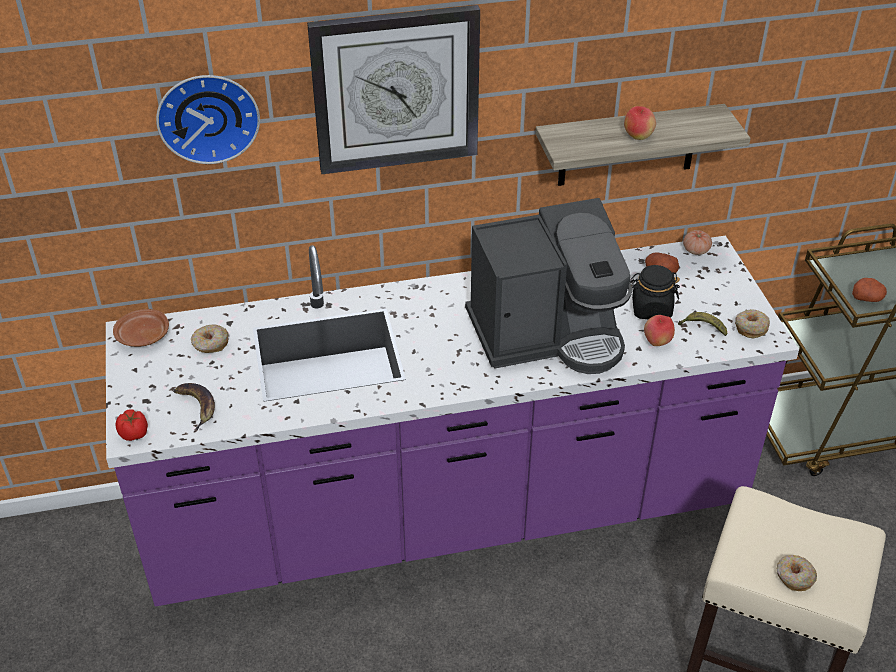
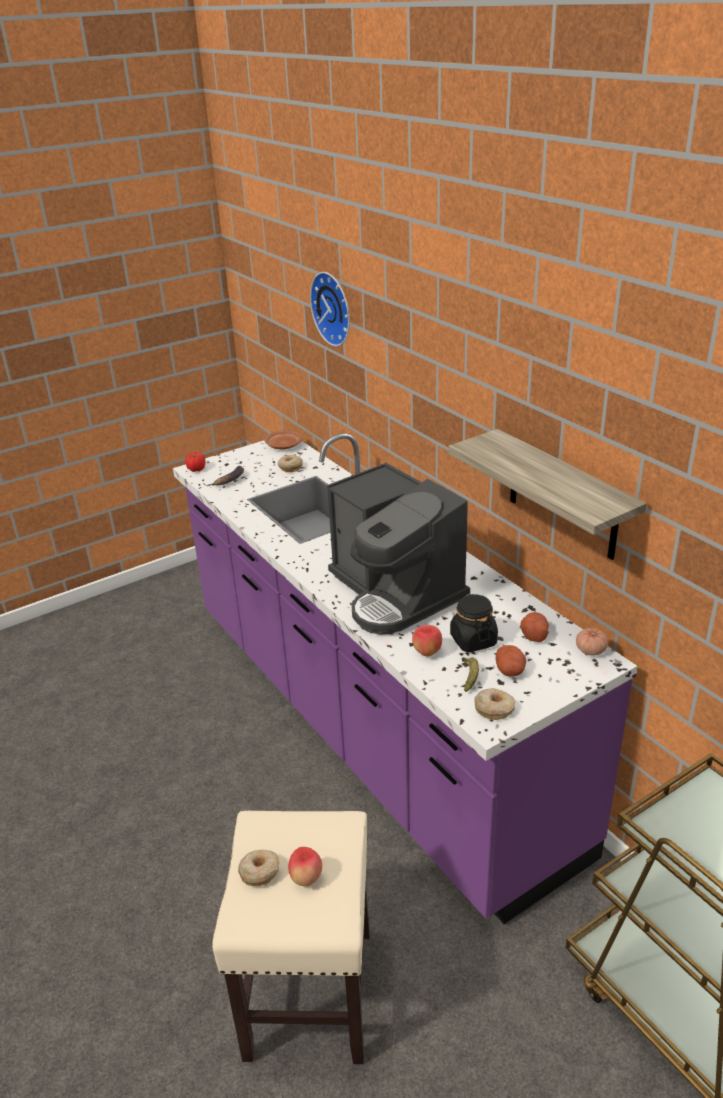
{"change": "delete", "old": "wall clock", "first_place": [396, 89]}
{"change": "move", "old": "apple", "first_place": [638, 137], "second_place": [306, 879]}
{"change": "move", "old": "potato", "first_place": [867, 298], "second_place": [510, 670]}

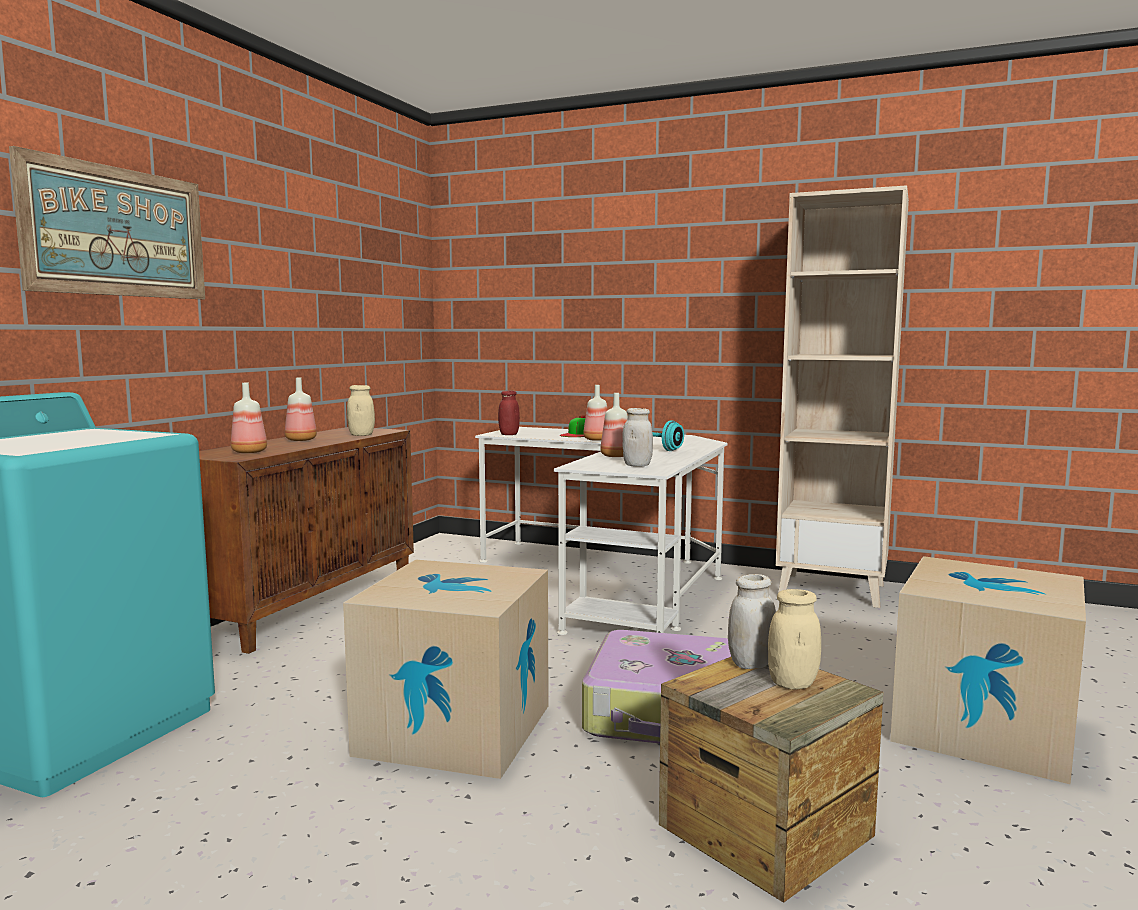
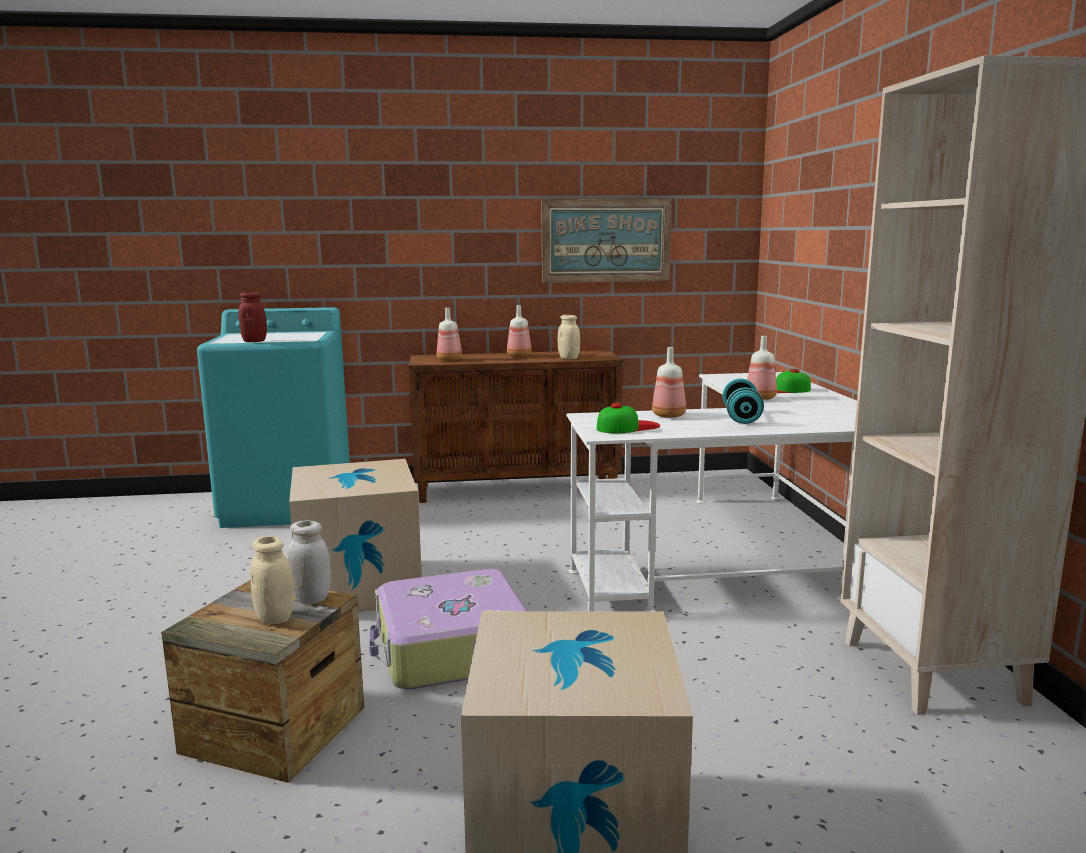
{"change": "move", "old": "picture", "first_place": [117, 232], "second_place": [606, 241]}
{"change": "move", "old": "jar (red)", "first_place": [509, 434], "second_place": [254, 341]}
{"change": "replace", "old": "jar (white)", "new": "cap", "first_place": [637, 465], "second_place": [628, 427]}

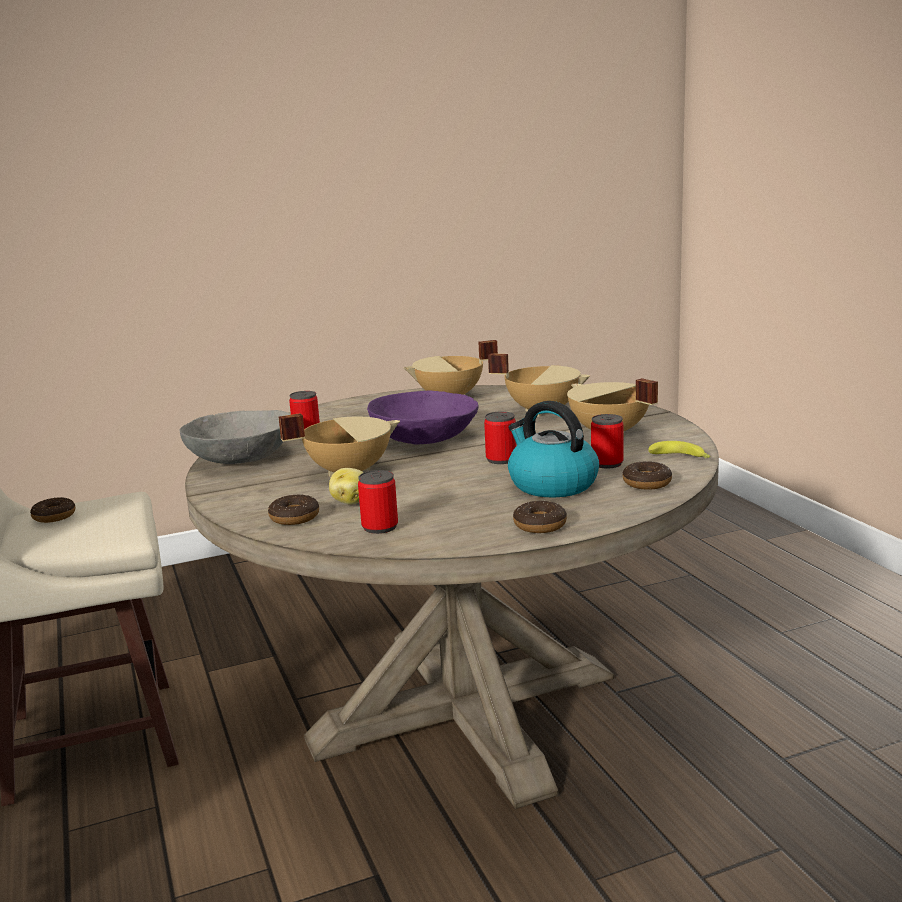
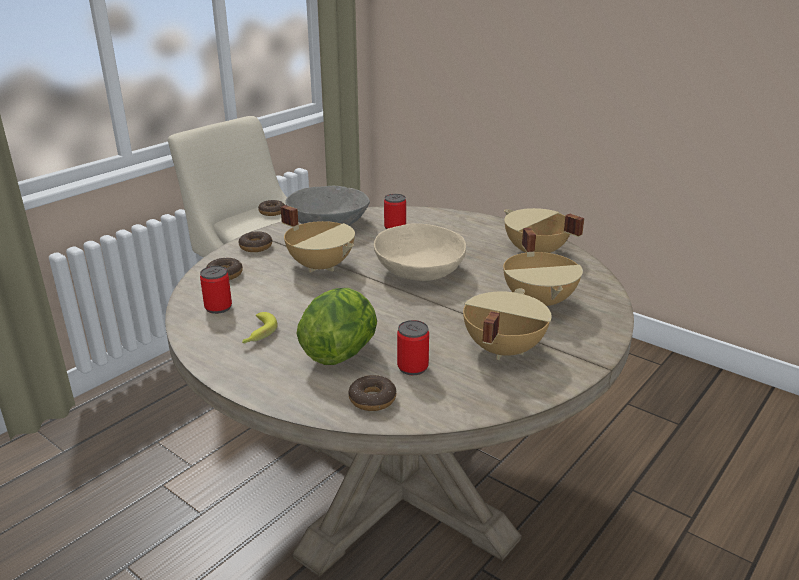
{"change": "delete", "old": "potato", "first_place": [350, 501]}
{"change": "delete", "old": "can", "first_place": [501, 459]}
{"change": "move", "old": "donut", "first_place": [540, 525], "second_place": [256, 247]}
{"change": "move", "old": "banana", "first_place": [681, 458], "second_place": [257, 334]}
{"change": "replace", "old": "kettle", "new": "lettuce", "first_place": [551, 484], "second_place": [341, 352]}
{"change": "recolor", "old": "bowl (purple)", "new": "bowl (beige)", "first_place": [424, 438], "second_place": [419, 271]}

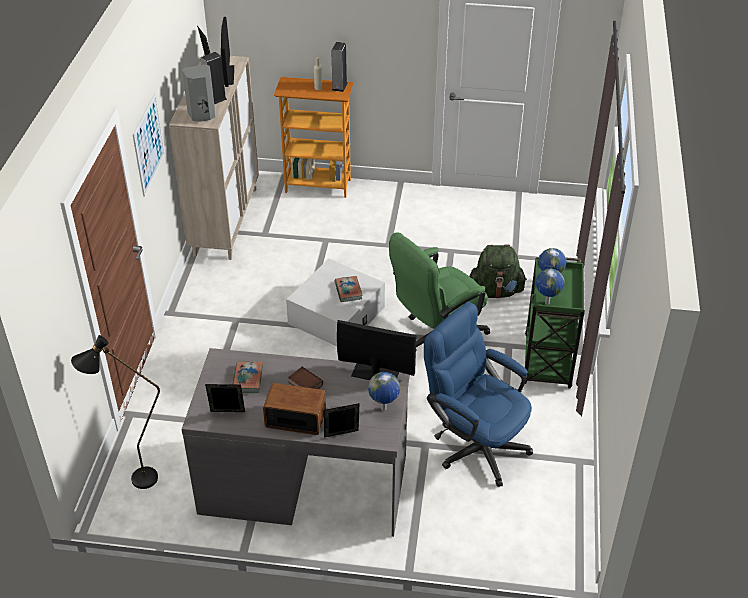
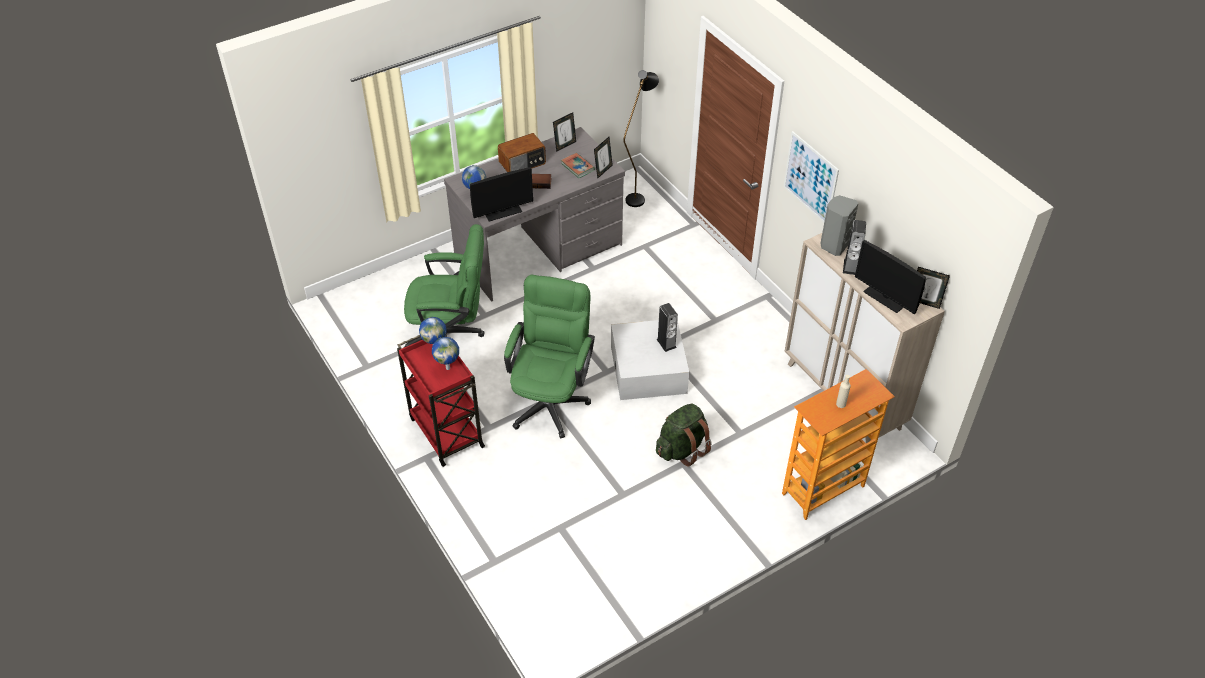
{"change": "delete", "old": "book", "first_place": [348, 291]}
{"change": "move", "old": "picture frame", "first_place": [341, 436], "second_place": [603, 171]}
{"change": "move", "old": "speaker", "first_place": [339, 86], "second_place": [666, 343]}
{"change": "move", "old": "backpack (green)", "first_place": [495, 291], "second_place": [682, 449]}
{"change": "recolor", "old": "office chair (blue)", "new": "office chair (green)", "first_place": [474, 444], "second_place": [451, 335]}
{"change": "recolor", "old": "cart (green)", "new": "cart (red)", "first_place": [547, 362], "second_place": [445, 431]}

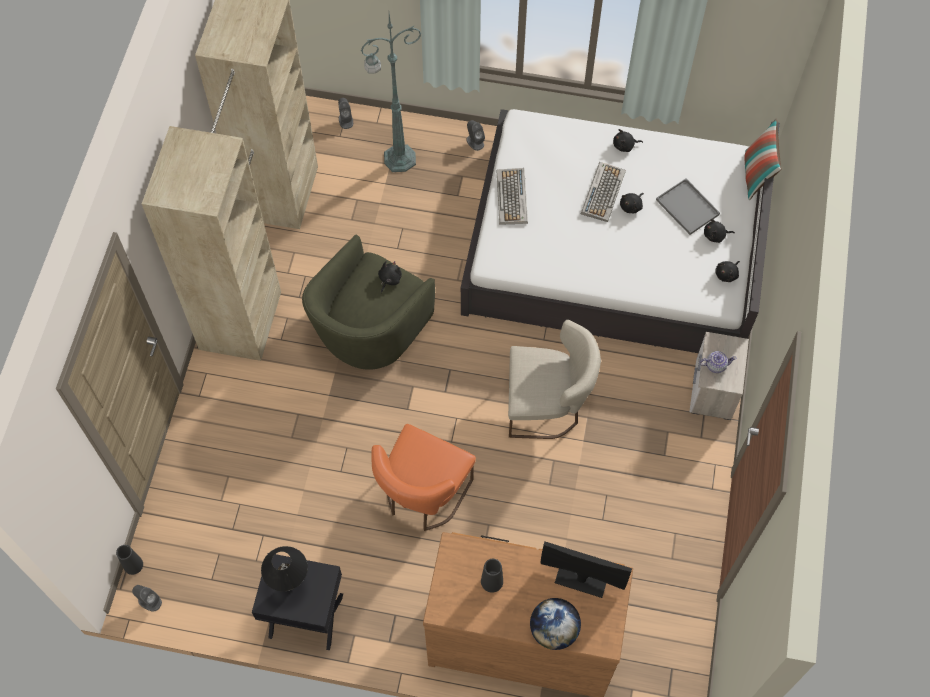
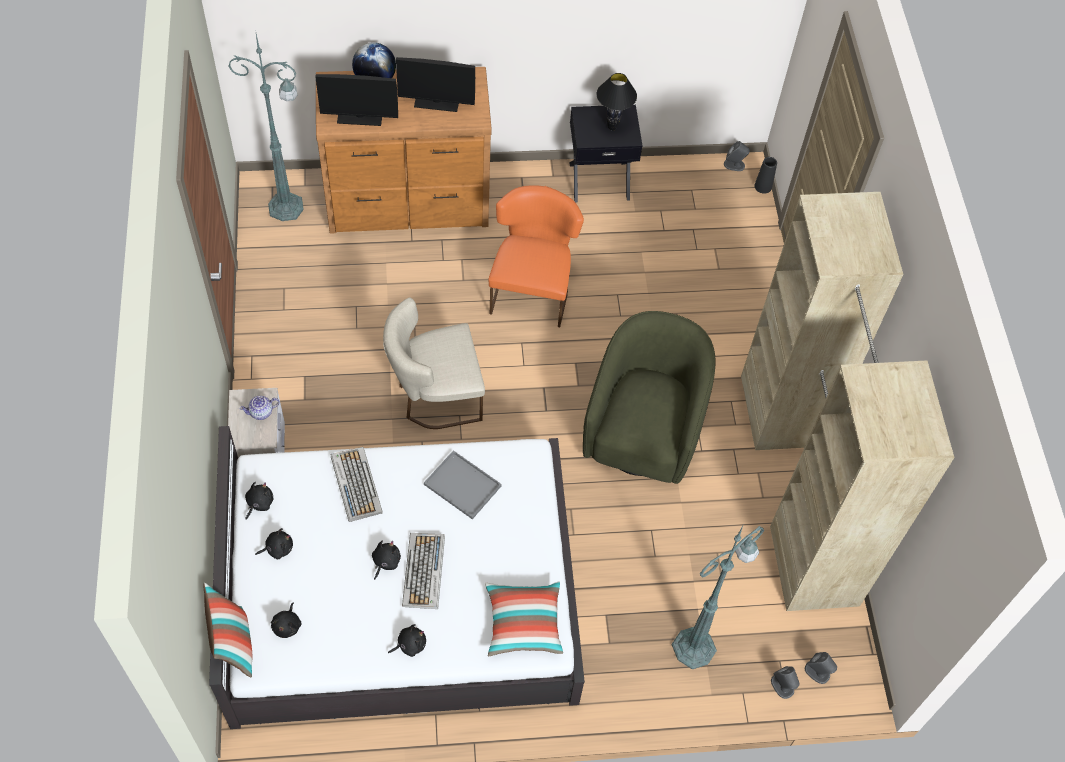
{"change": "insert", "new": "floor lamp (green)", "second_place": [288, 207]}
{"change": "insert", "new": "pillow", "second_place": [523, 623]}
{"change": "move", "old": "plush toy (black)", "first_place": [389, 279], "second_place": [287, 625]}
{"change": "move", "old": "speaker (grey)", "first_place": [475, 142], "second_place": [817, 672]}
{"change": "move", "old": "keyboard", "first_place": [512, 197], "second_place": [355, 484]}
{"change": "move", "old": "tray (grey)", "first_place": [686, 207], "second_place": [464, 485]}
{"change": "replace", "old": "vase (black)", "new": "monitor", "first_place": [492, 581], "second_place": [436, 102]}

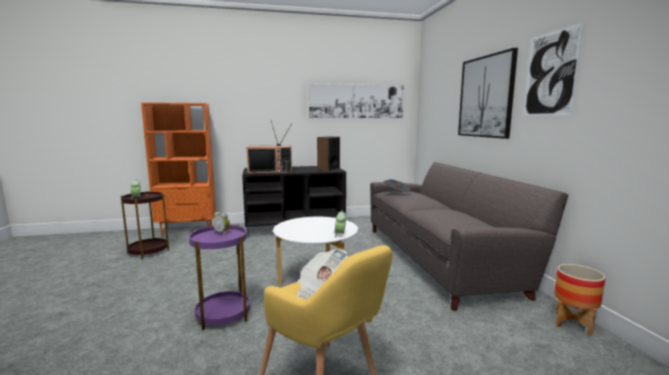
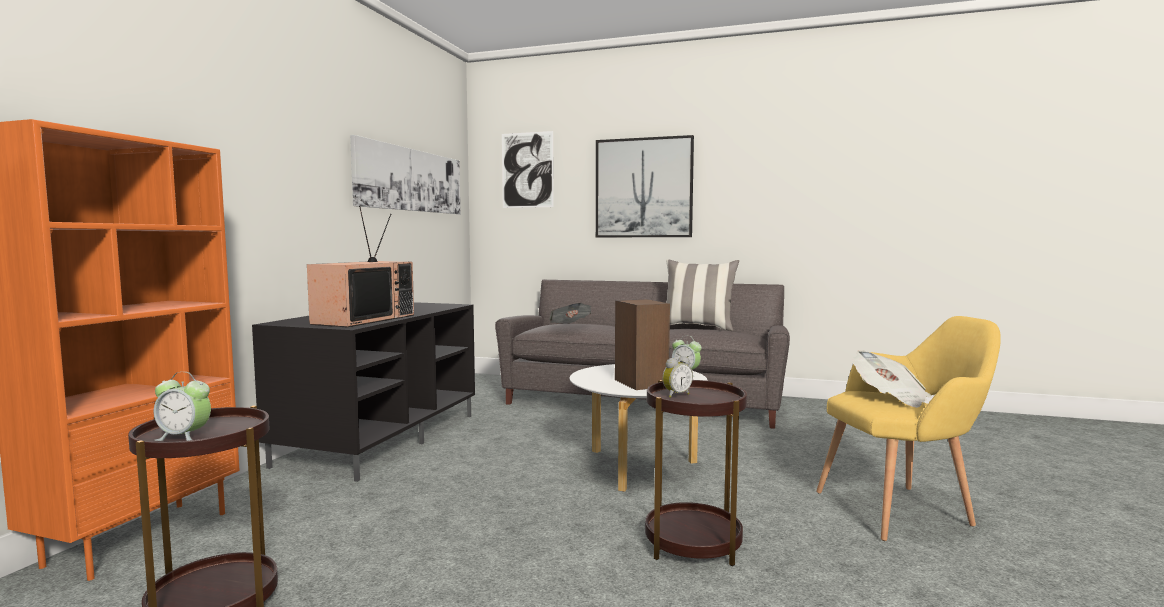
{"change": "delete", "old": "planter", "first_place": [573, 324]}
{"change": "insert", "new": "pillow", "second_place": [698, 327]}
{"change": "move", "old": "speaker", "first_place": [328, 169], "second_place": [640, 383]}
{"change": "move", "old": "picture", "first_place": [550, 74], "second_place": [527, 170]}
{"change": "recolor", "old": "side table (purple)", "new": "side table (brown)", "first_place": [223, 314], "second_place": [692, 543]}

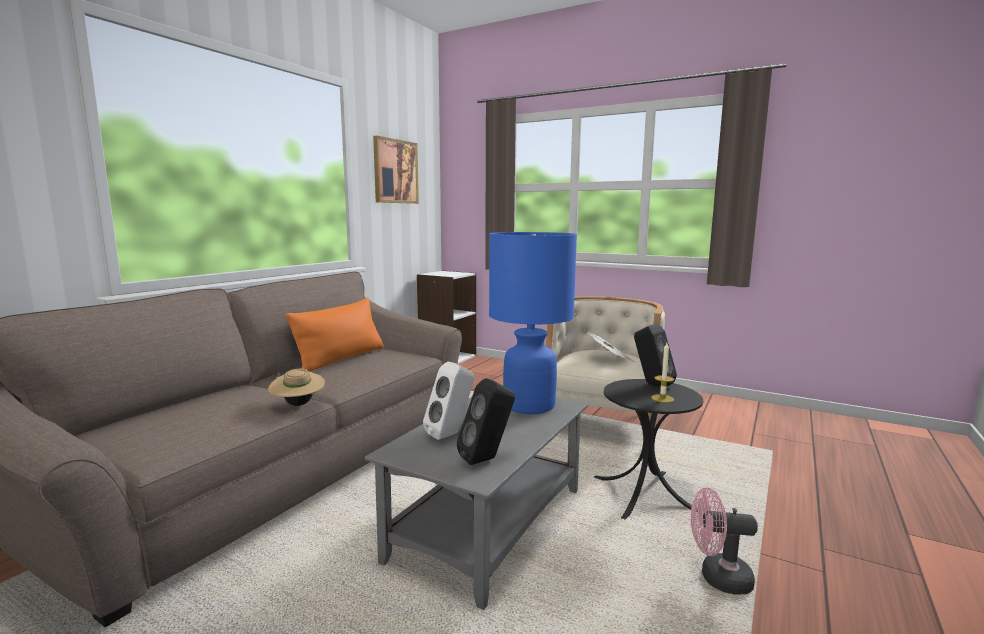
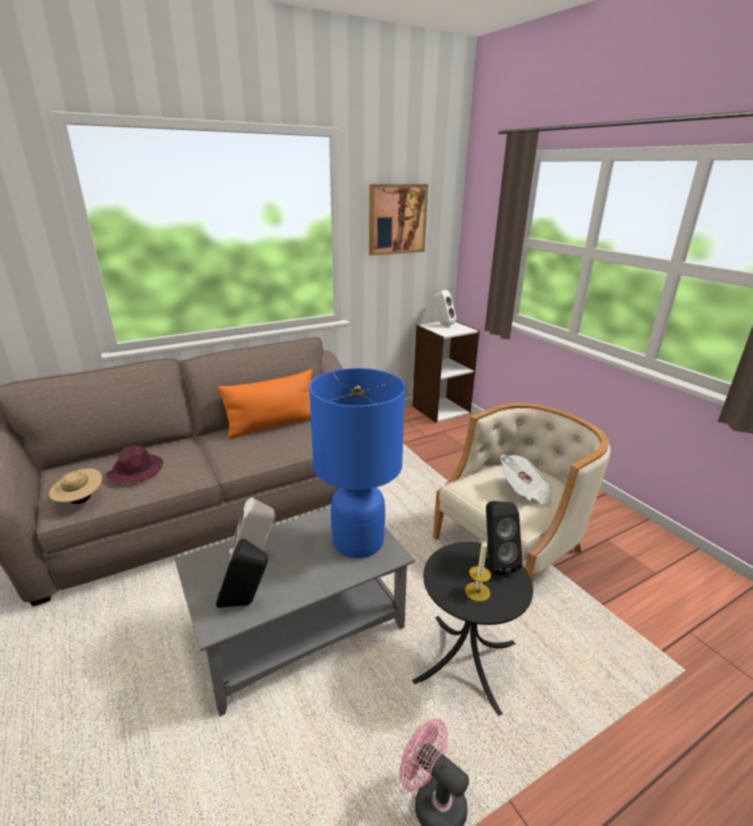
{"change": "insert", "new": "hat (purple)", "second_place": [136, 471]}
{"change": "insert", "new": "speaker (white)", "second_place": [443, 324]}
{"change": "move", "old": "hat (beige)", "first_place": [298, 404], "second_place": [80, 501]}

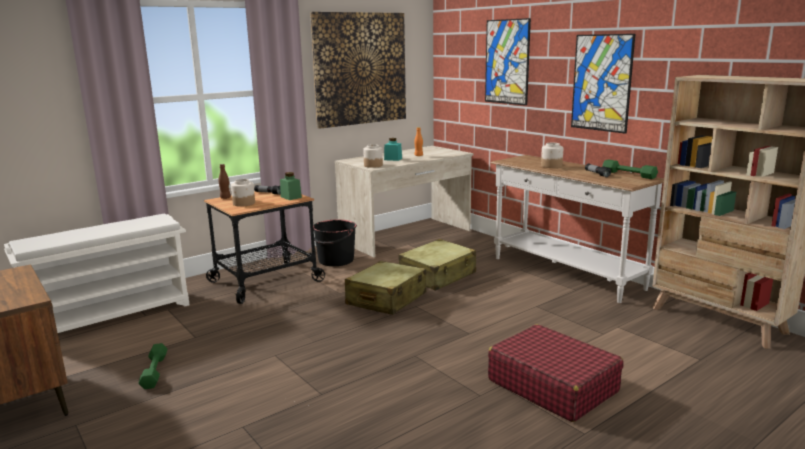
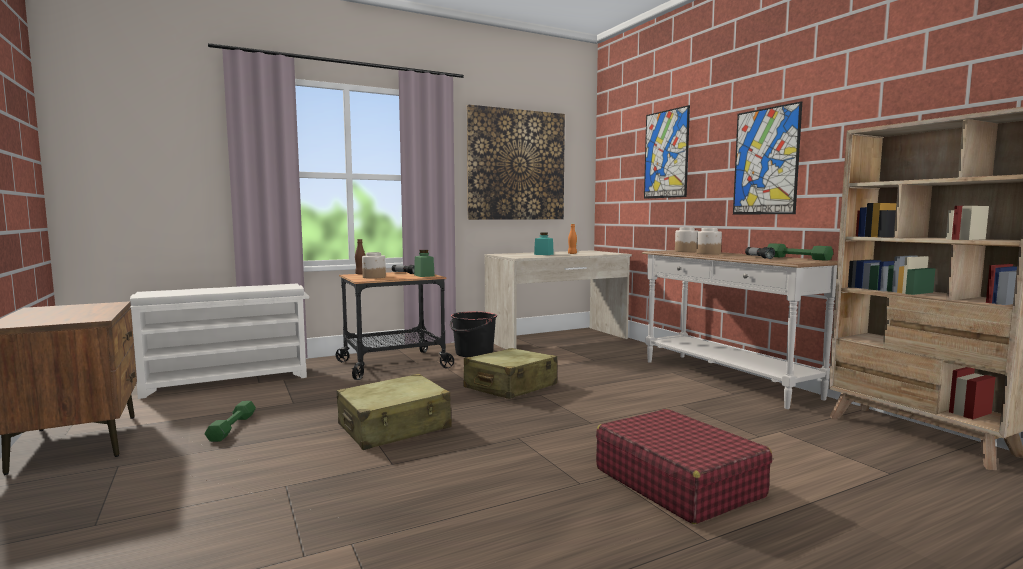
{"change": "move", "old": "jar", "first_place": [373, 165], "second_place": [686, 251]}
{"change": "move", "old": "suitcase (beige)", "first_place": [437, 275], "second_place": [394, 427]}

